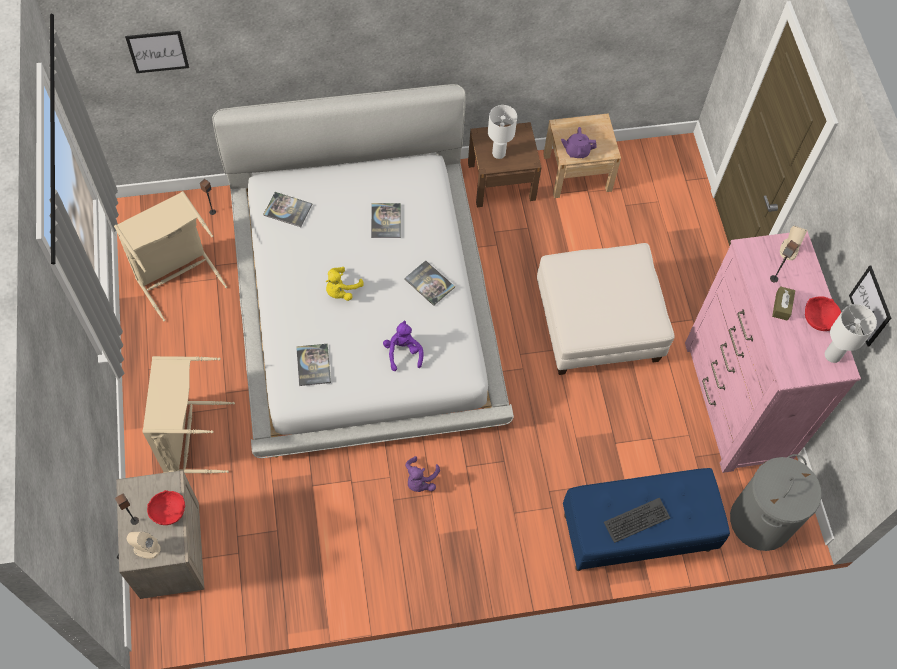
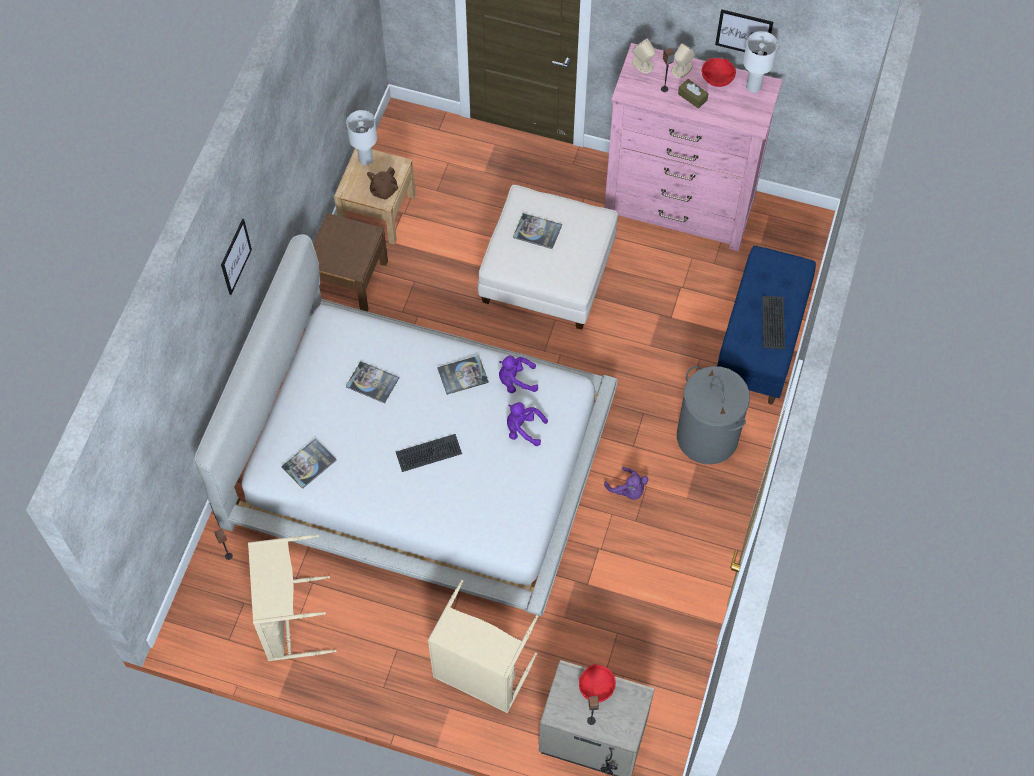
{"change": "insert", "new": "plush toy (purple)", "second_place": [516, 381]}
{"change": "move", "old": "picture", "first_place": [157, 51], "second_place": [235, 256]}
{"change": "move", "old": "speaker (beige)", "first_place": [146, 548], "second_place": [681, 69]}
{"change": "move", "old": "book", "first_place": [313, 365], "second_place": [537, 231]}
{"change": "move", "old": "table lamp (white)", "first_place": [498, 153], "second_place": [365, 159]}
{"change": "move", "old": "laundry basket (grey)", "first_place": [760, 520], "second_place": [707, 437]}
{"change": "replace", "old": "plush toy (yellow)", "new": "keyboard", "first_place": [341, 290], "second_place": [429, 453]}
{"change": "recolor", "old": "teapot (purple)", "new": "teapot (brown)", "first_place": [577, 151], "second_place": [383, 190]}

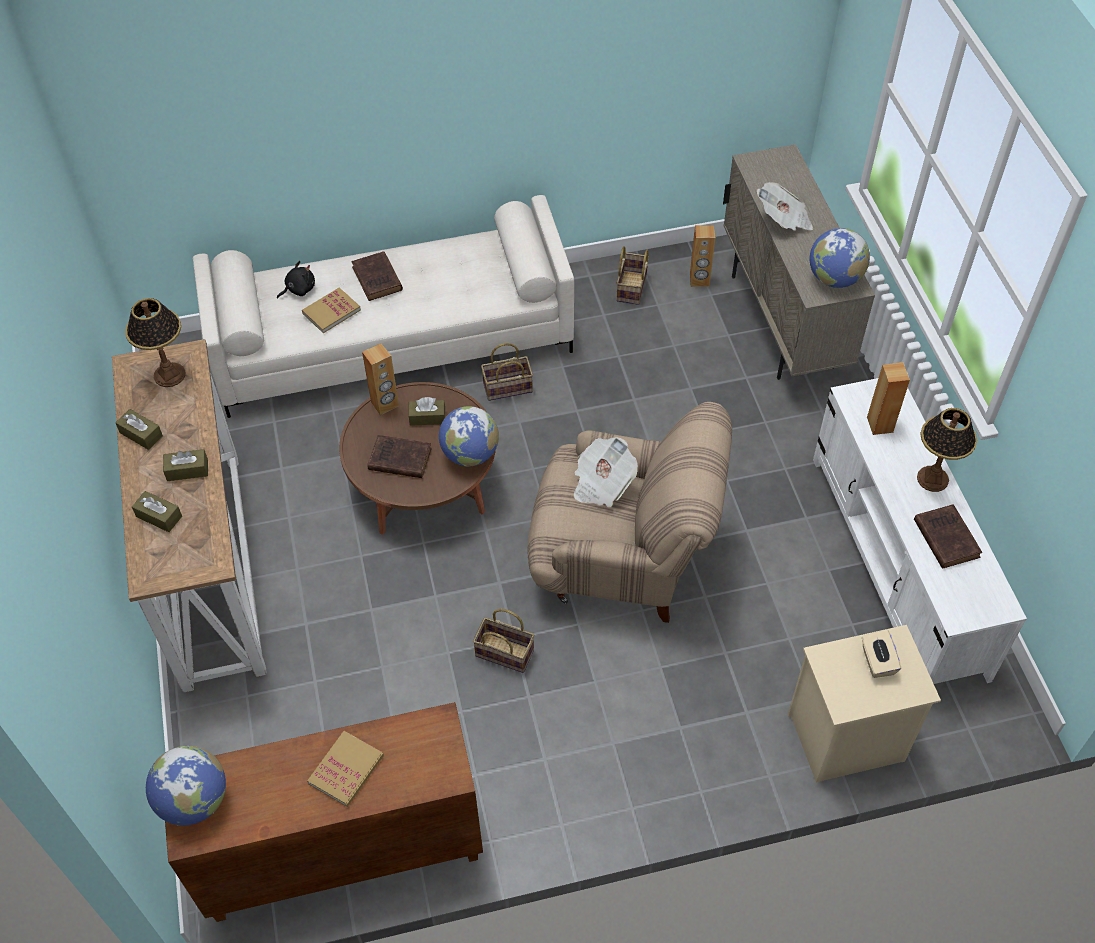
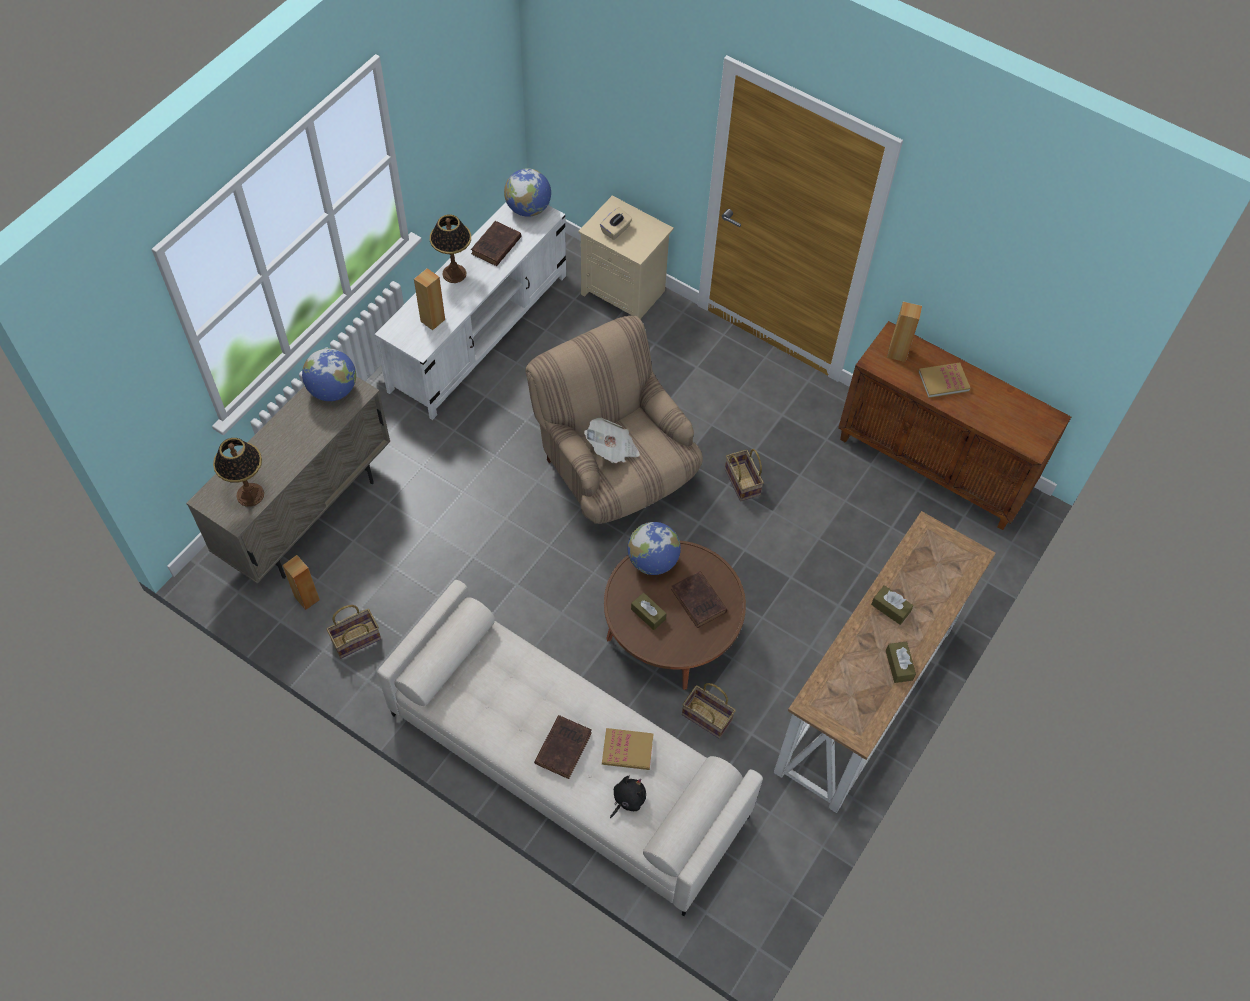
{"change": "delete", "old": "tissue box (brown)", "first_place": [159, 516]}
{"change": "delete", "old": "newspaper", "first_place": [783, 220]}
{"change": "move", "old": "table lamp", "first_place": [170, 375], "second_place": [250, 494]}
{"change": "move", "old": "globe", "first_place": [194, 800], "second_place": [528, 209]}
{"change": "move", "old": "speaker (brown)", "first_place": [385, 404], "second_place": [897, 352]}
{"change": "move", "old": "basket", "first_place": [506, 388], "second_place": [708, 717]}
{"change": "rotate", "old": "plush toy (black)", "first_place": [299, 289], "second_place": [627, 799], "degrees": 120}

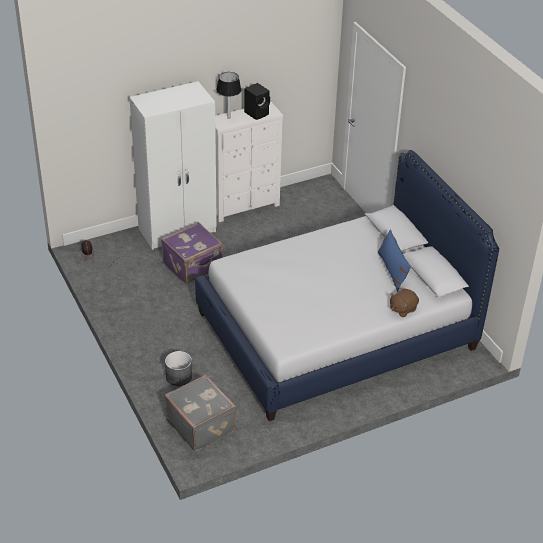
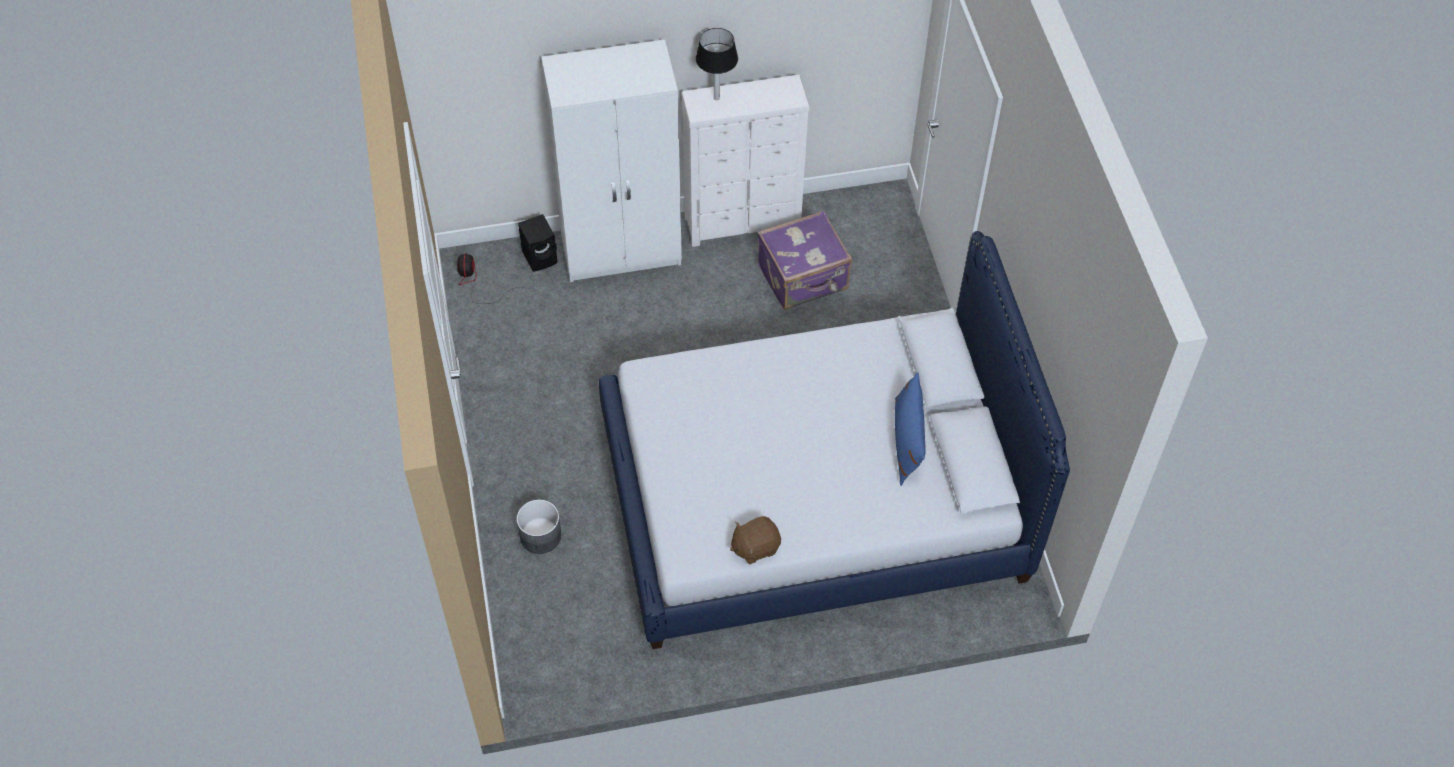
{"change": "delete", "old": "suitcase (grey)", "first_place": [201, 425]}
{"change": "move", "old": "suitcase (purple)", "first_place": [193, 266], "second_place": [803, 278]}
{"change": "move", "old": "speaker (black)", "first_place": [257, 113], "second_place": [541, 257]}
{"change": "move", "old": "plush toy (brown)", "first_place": [402, 309], "second_place": [755, 547]}

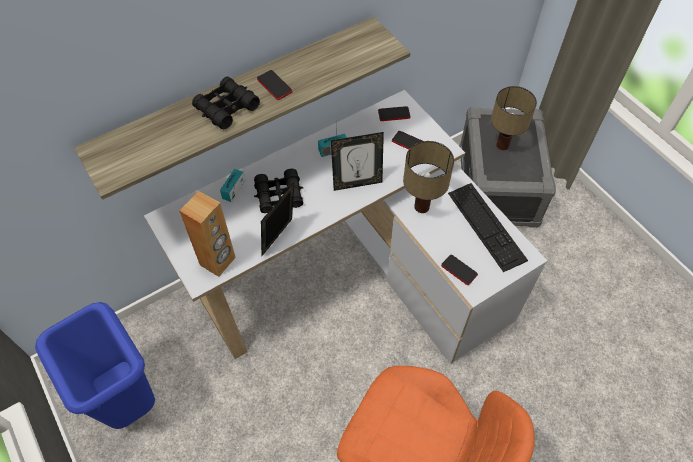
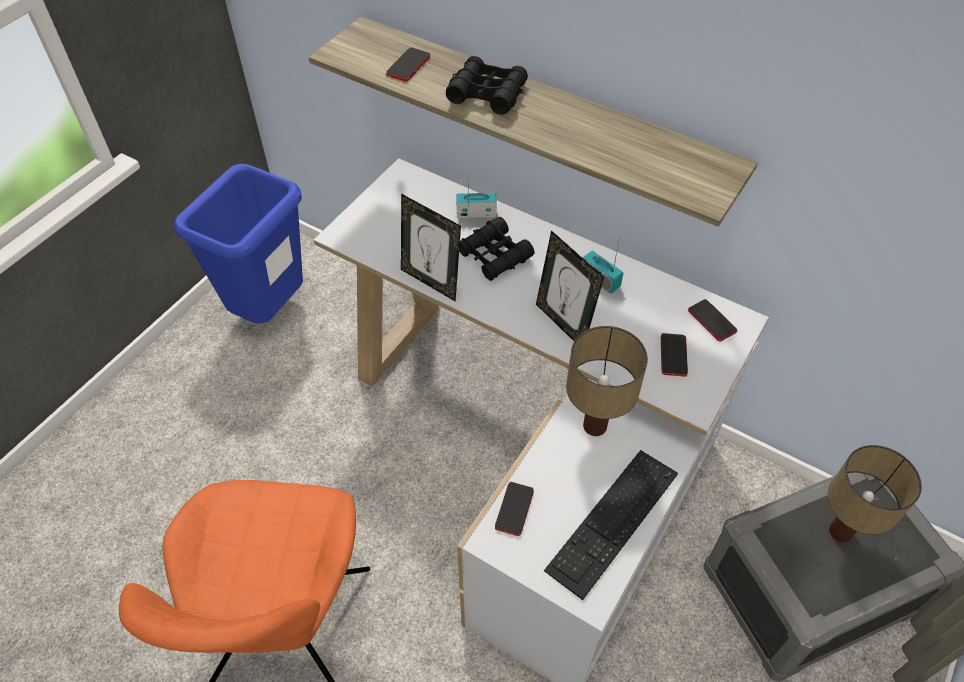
{"change": "delete", "old": "speaker (brown)", "first_place": [218, 261]}
{"change": "move", "old": "phone", "first_place": [274, 85], "second_place": [408, 65]}
{"change": "rotate", "old": "picture frame", "first_place": [280, 239], "second_place": [431, 281], "degrees": -150}

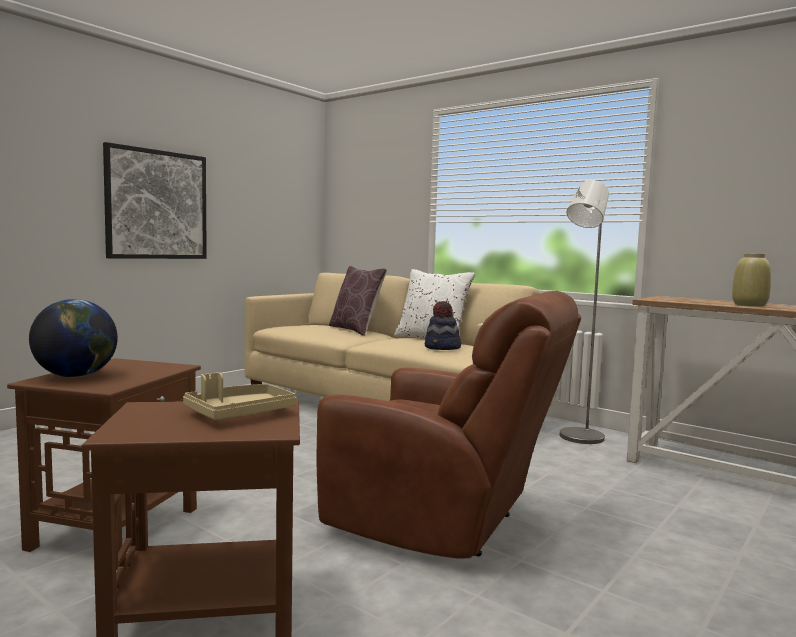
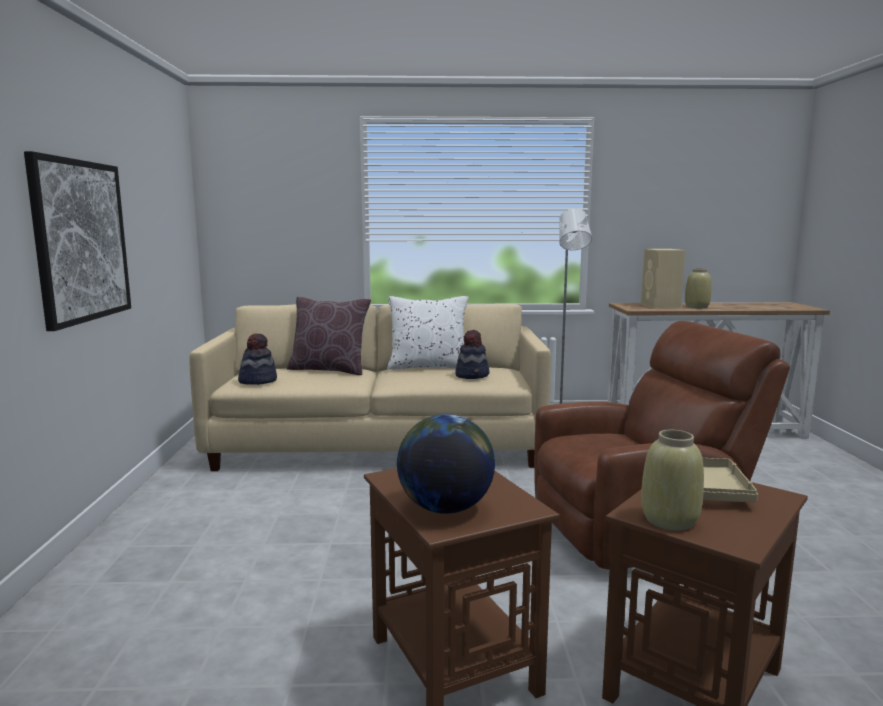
{"change": "insert", "new": "hat", "second_place": [258, 380]}
{"change": "insert", "new": "speaker (beige)", "second_place": [660, 305]}
{"change": "insert", "new": "vase (beige)", "second_place": [669, 520]}

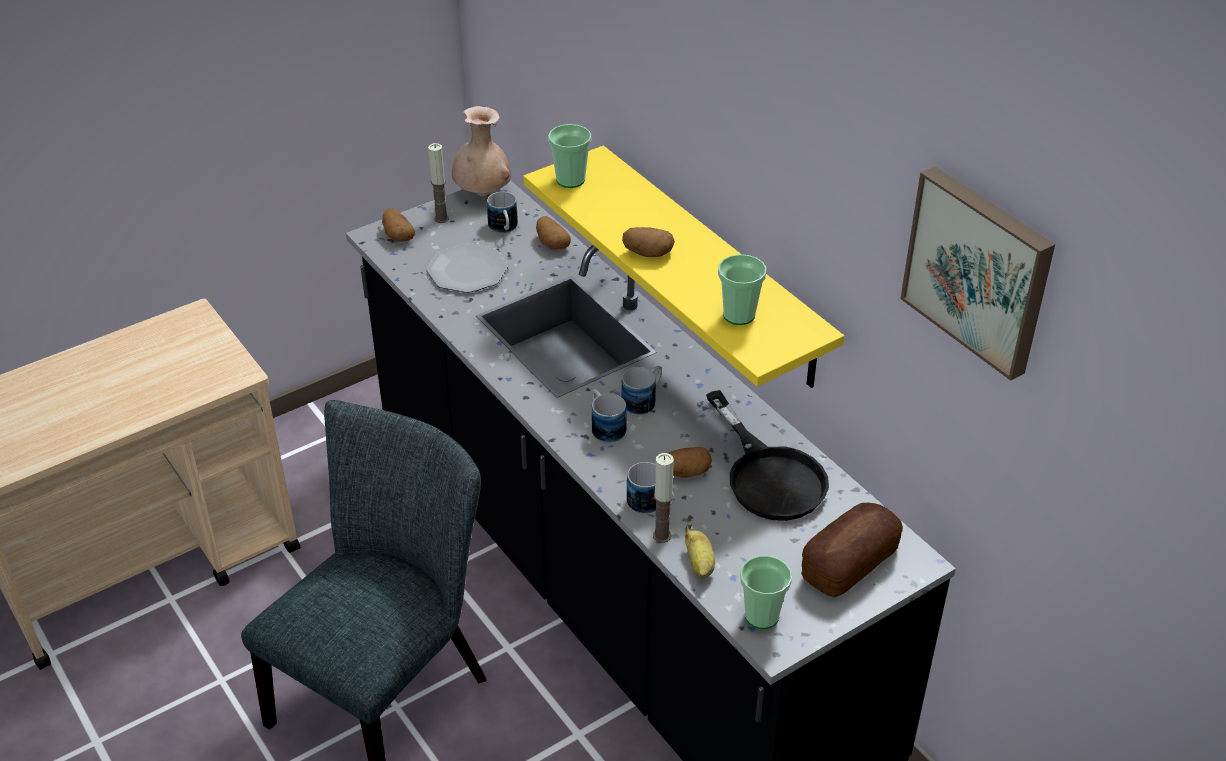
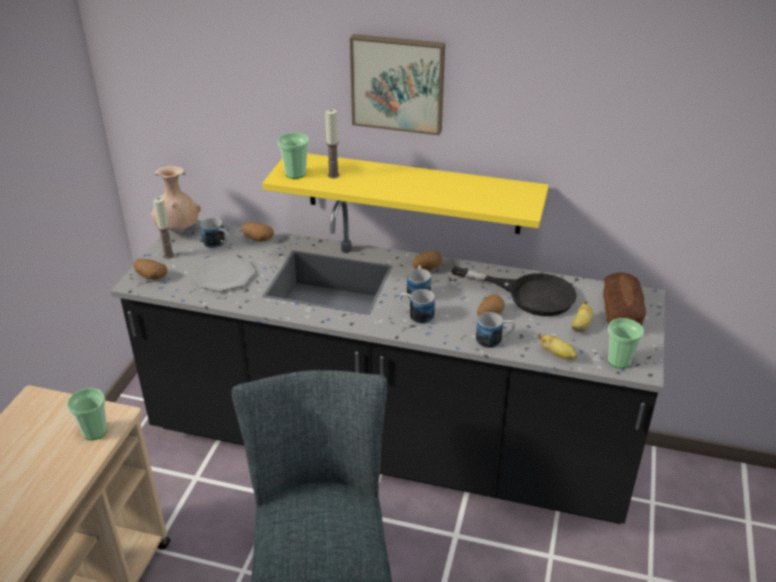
{"change": "insert", "new": "banana", "second_place": [580, 326]}
{"change": "move", "old": "potato", "first_place": [647, 253], "second_place": [427, 269]}
{"change": "move", "old": "candle", "first_place": [662, 535], "second_place": [333, 175]}
{"change": "move", "old": "cup", "first_place": [739, 315], "second_place": [94, 431]}
{"change": "move", "old": "picture", "first_place": [980, 269], "second_place": [398, 83]}

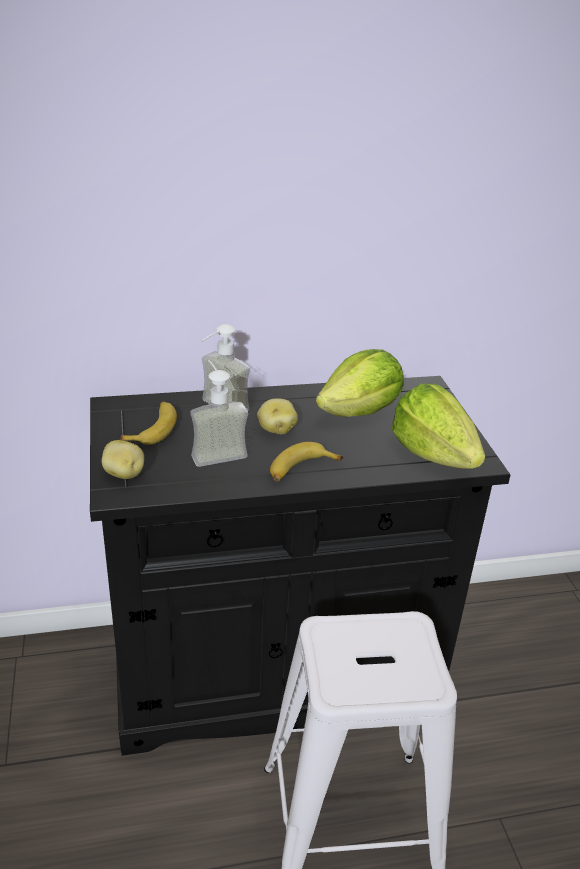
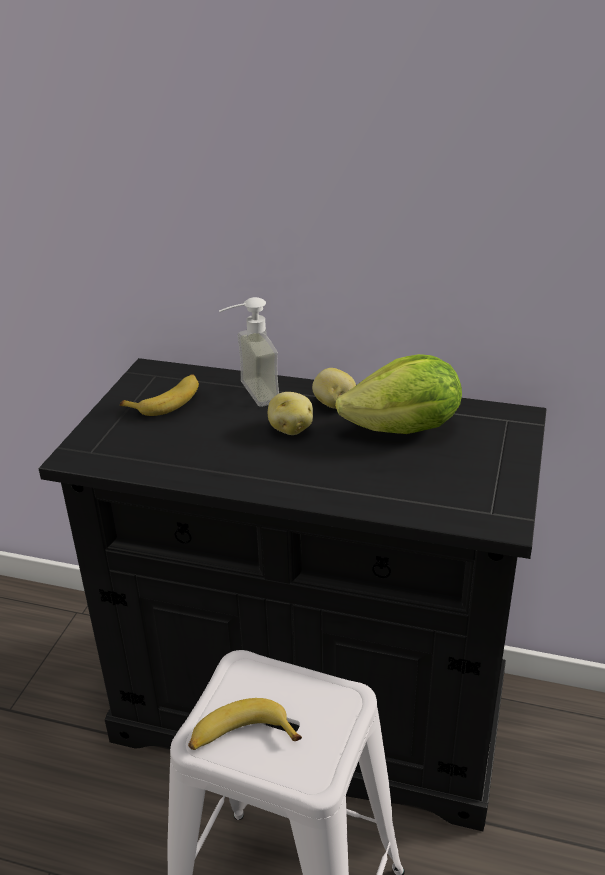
{"change": "delete", "old": "soap dispenser", "first_place": [216, 451]}
{"change": "delete", "old": "lettuce", "first_place": [433, 454]}
{"change": "move", "old": "potato", "first_place": [124, 474], "second_place": [334, 404]}
{"change": "move", "old": "banana", "first_place": [300, 470], "second_place": [241, 737]}

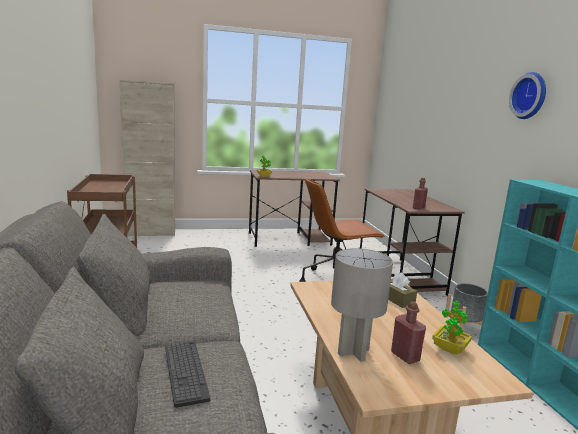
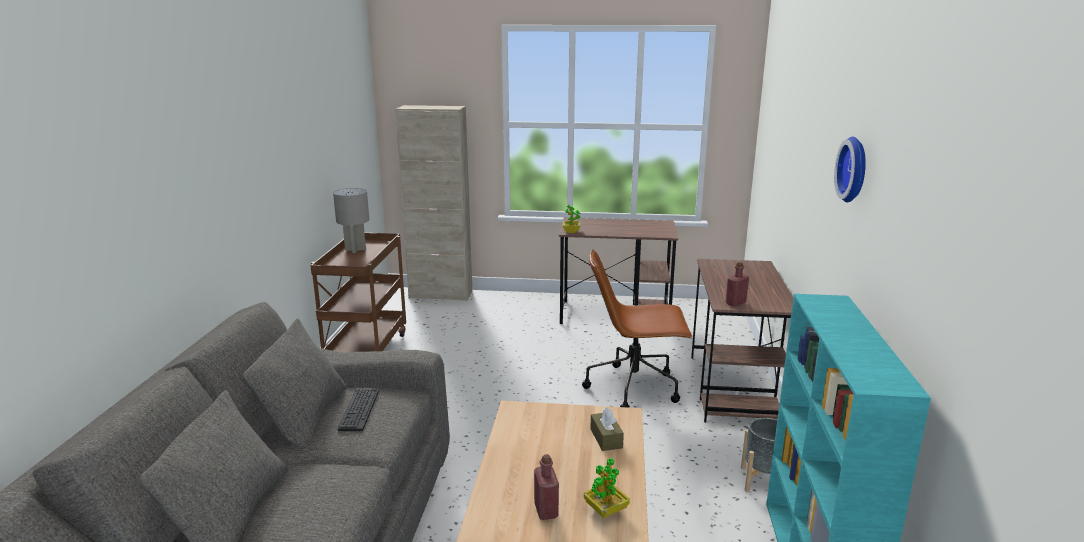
{"change": "move", "old": "keyboard", "first_place": [185, 372], "second_place": [359, 410]}
{"change": "move", "old": "table lamp (grey)", "first_place": [353, 352], "second_place": [355, 250]}

